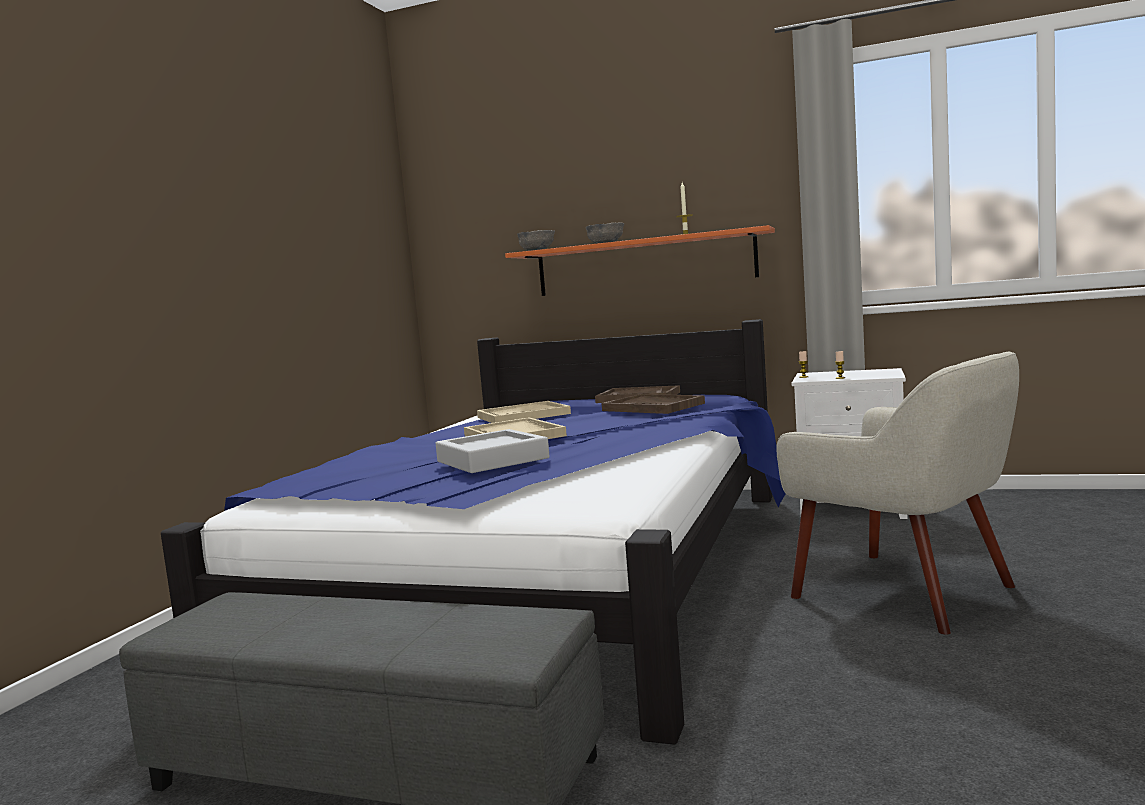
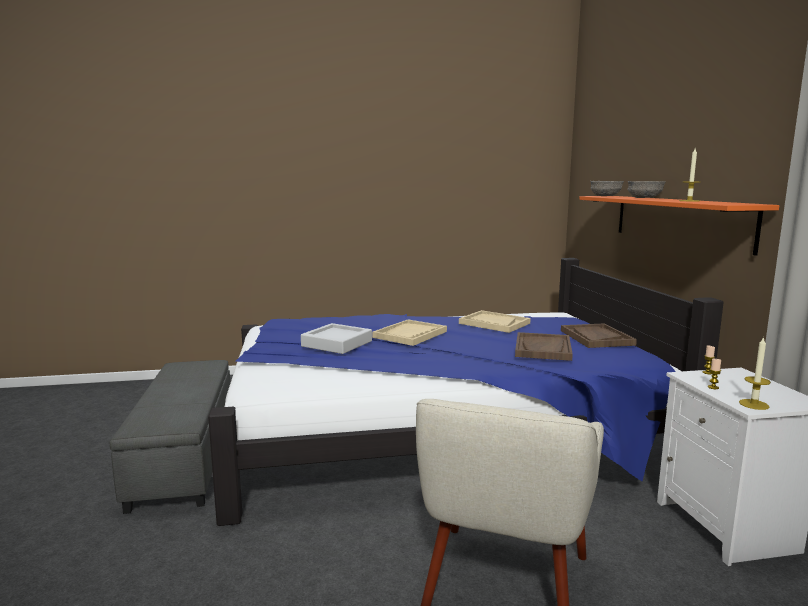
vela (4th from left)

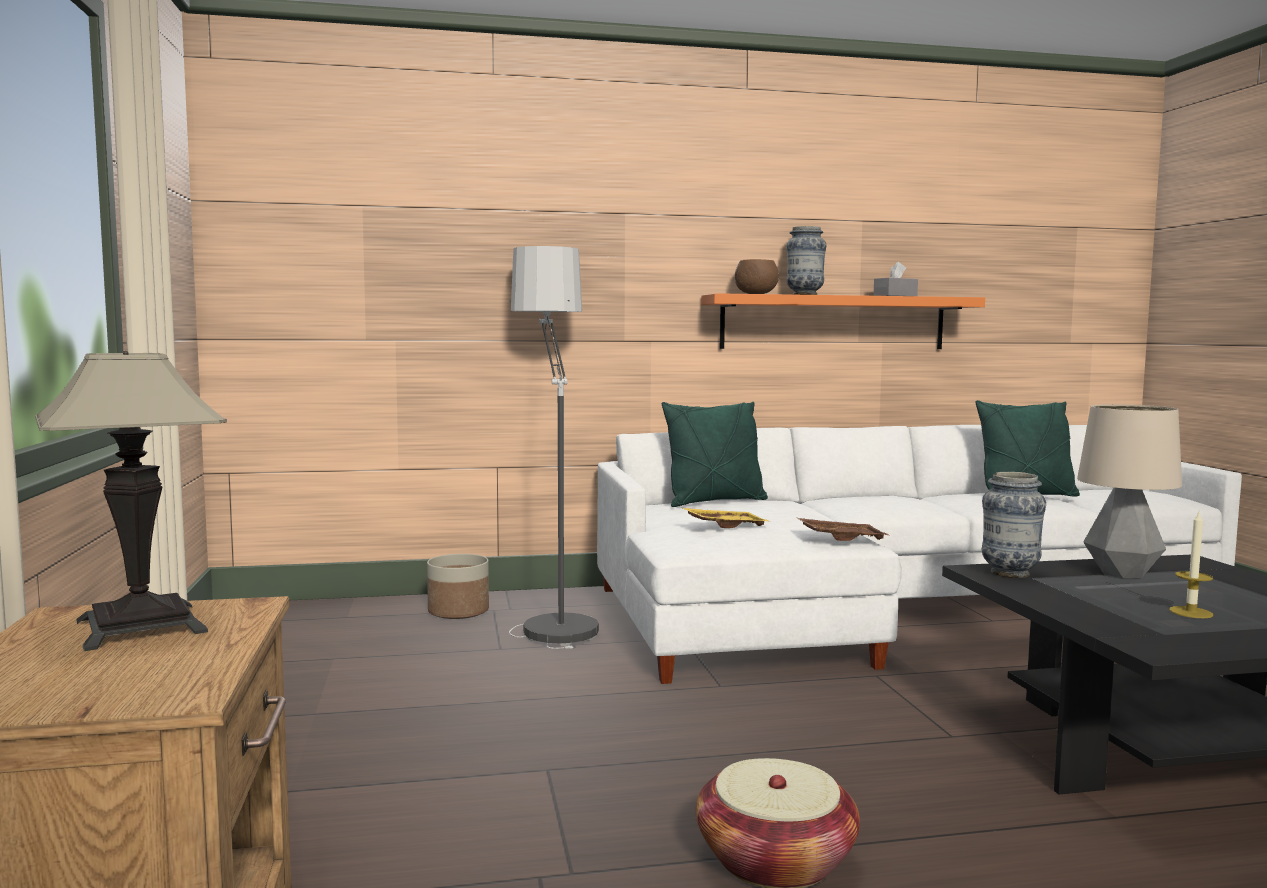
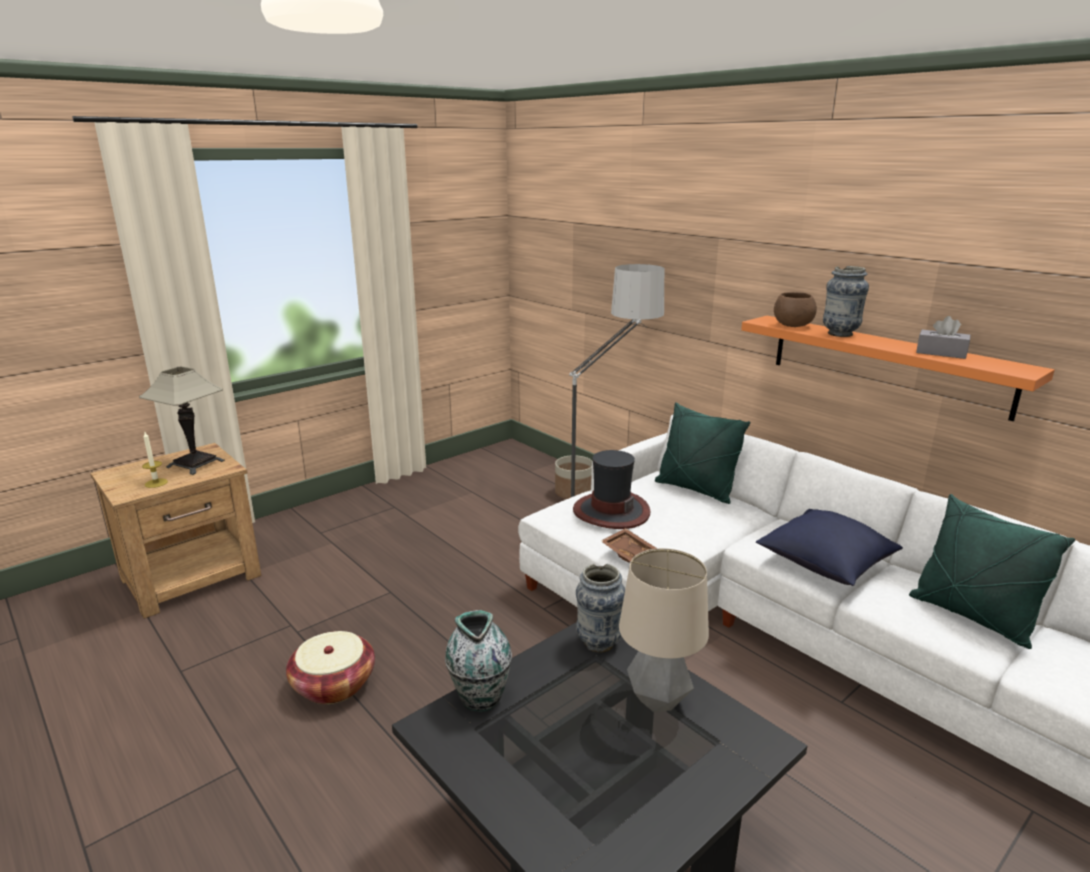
florero (1st from left)
cojín [azul]
vela
sombrero

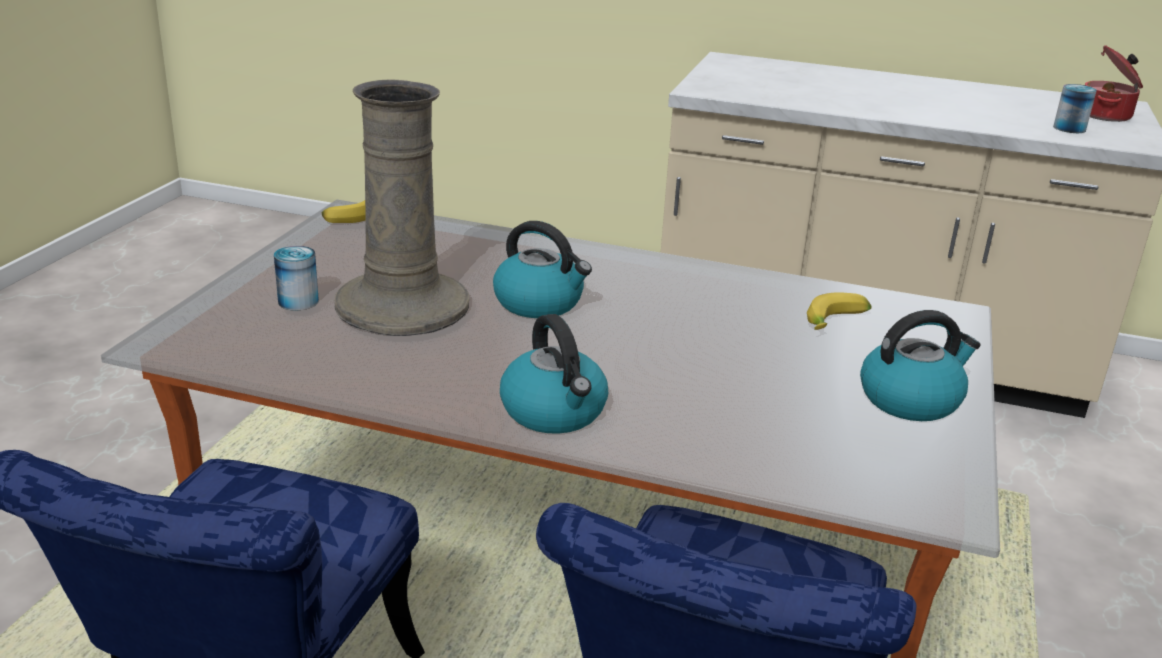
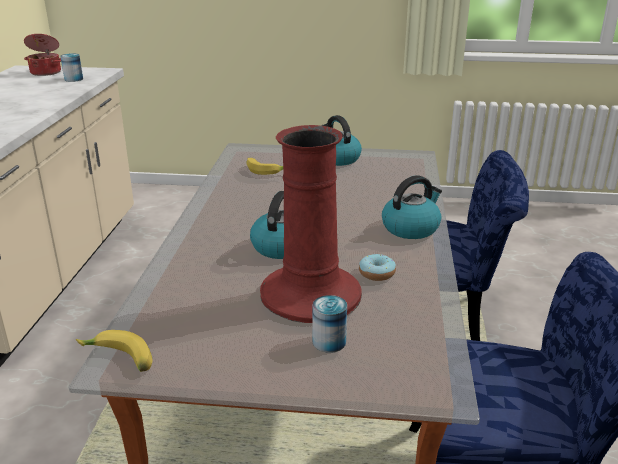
rosquilla
florero [rojo]

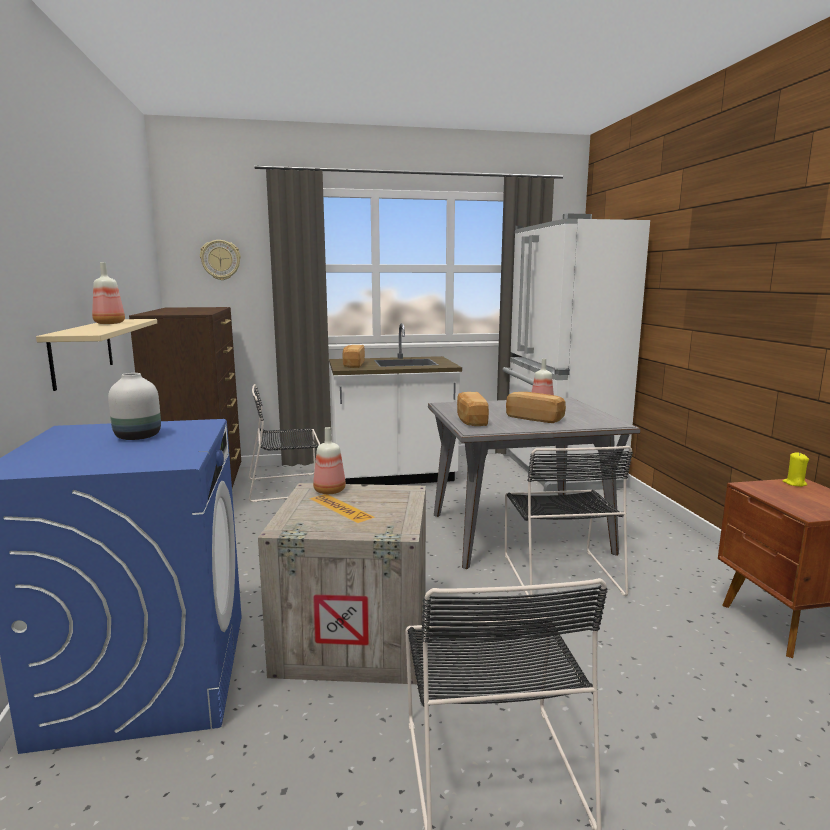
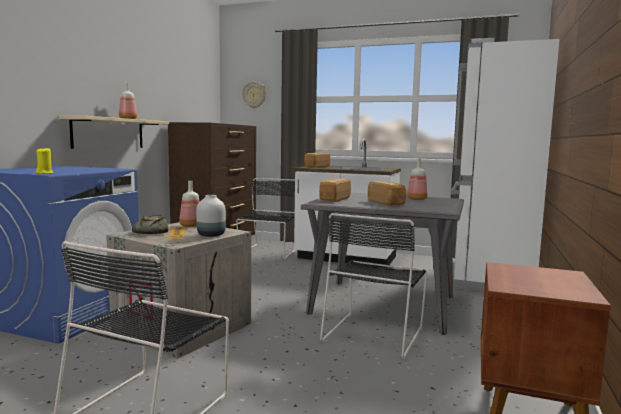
pan (1st from left)
florero [blanco]
vela [amarillo]
silla [negro] (2nd from left)

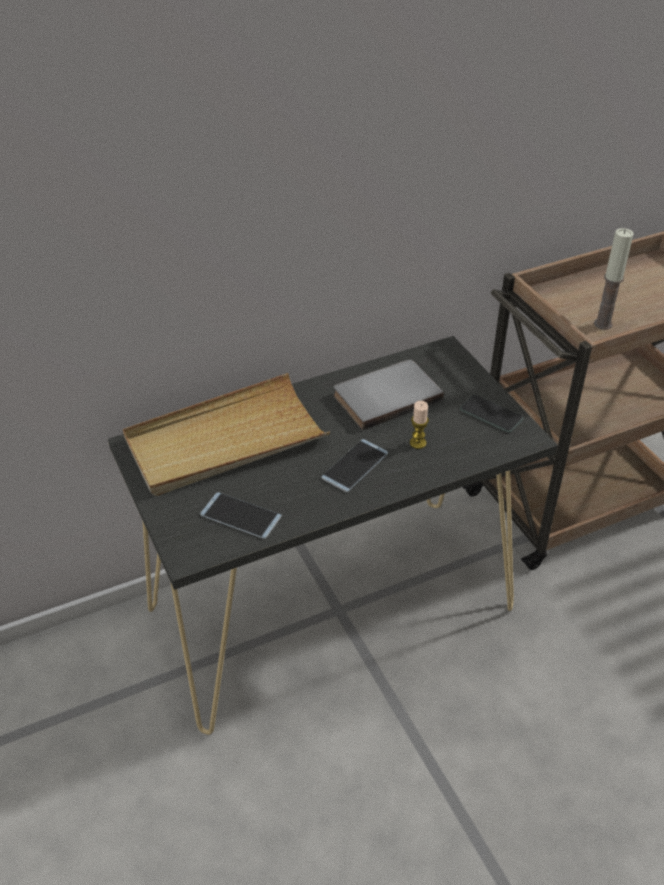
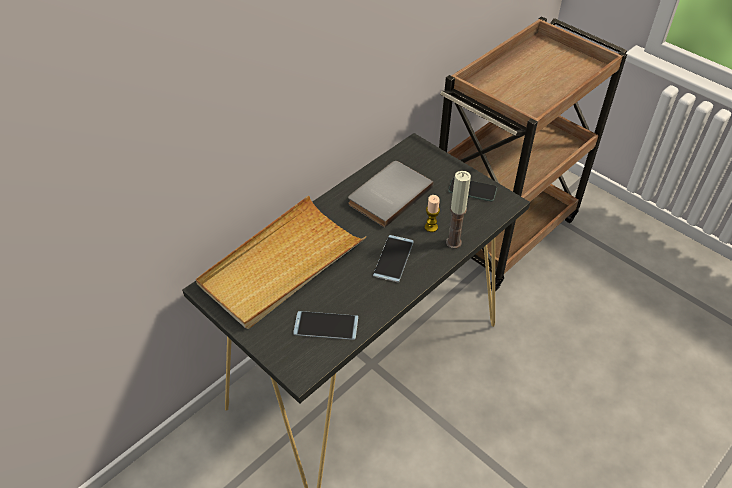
vela (2nd from left)

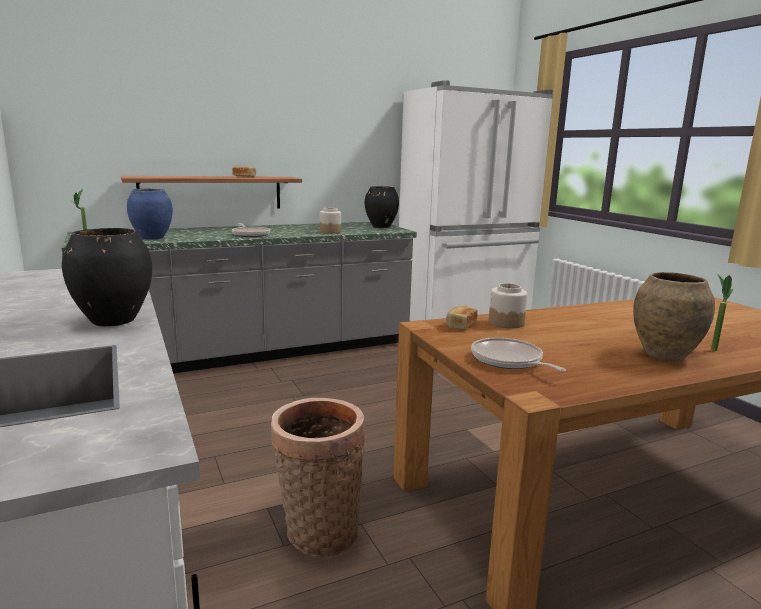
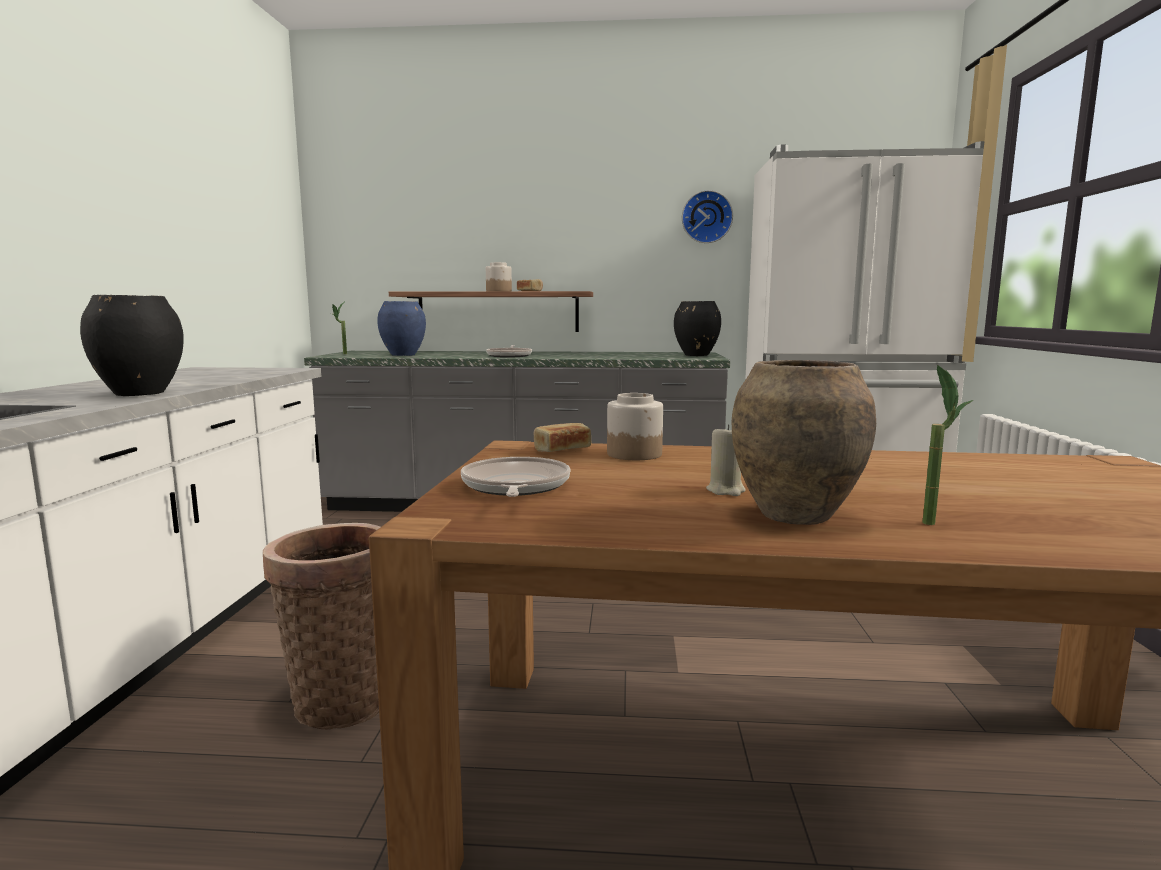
reloj de pared
vela [beis]
tarro (1st from left)

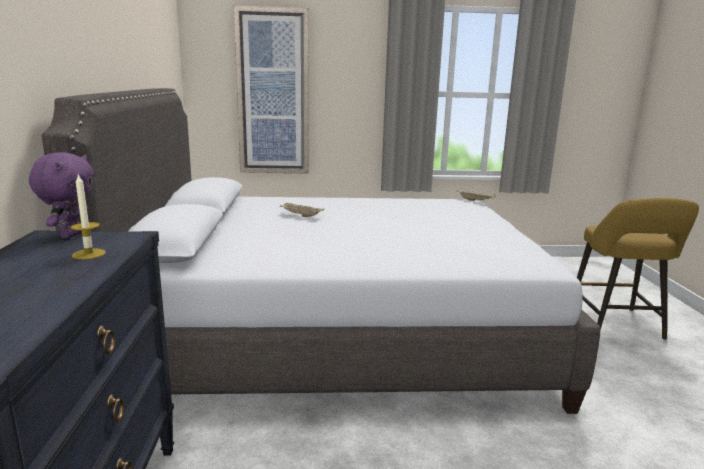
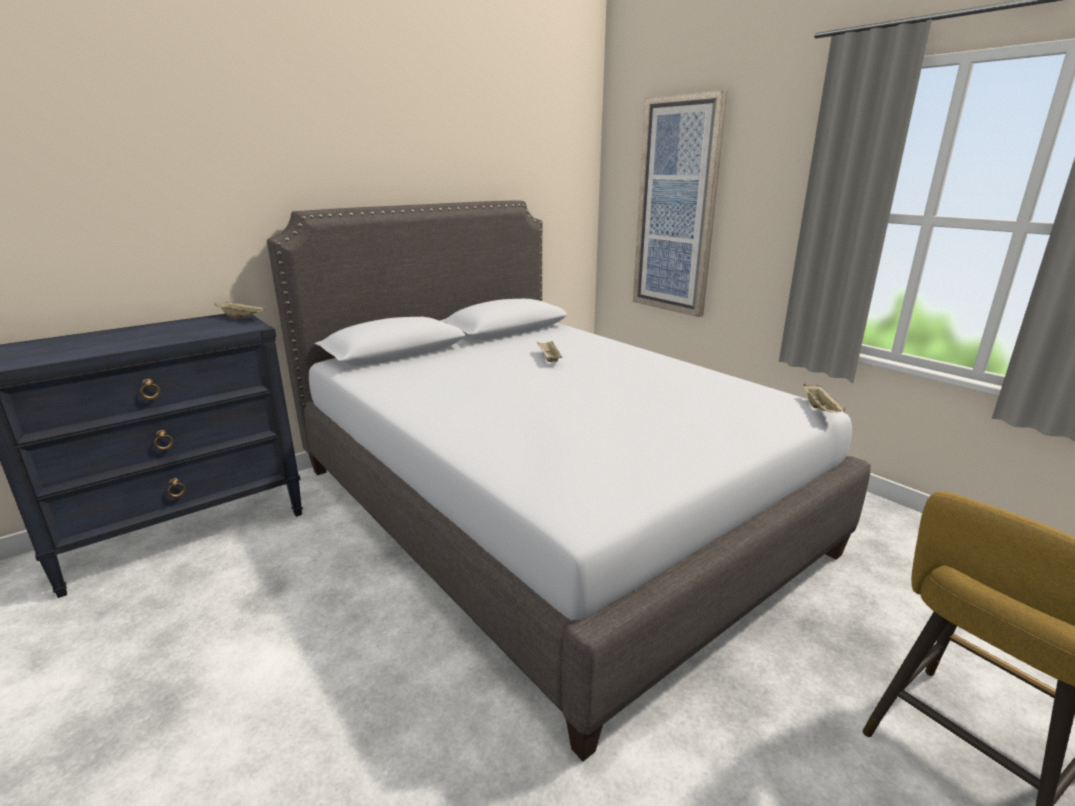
vela
bandeja [beis] (1st from left)

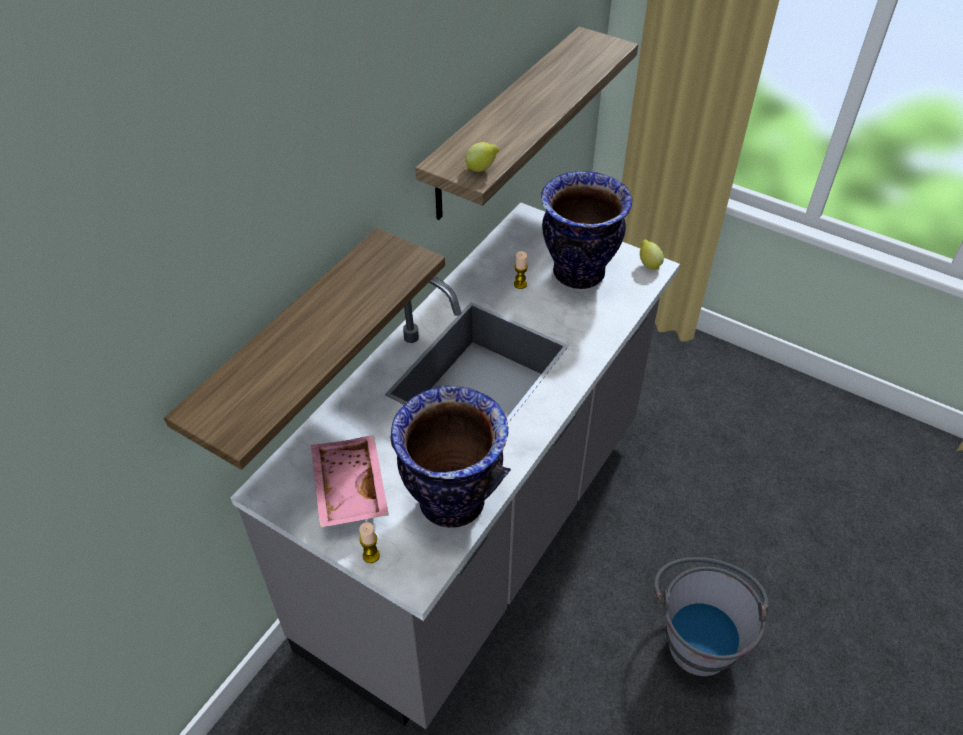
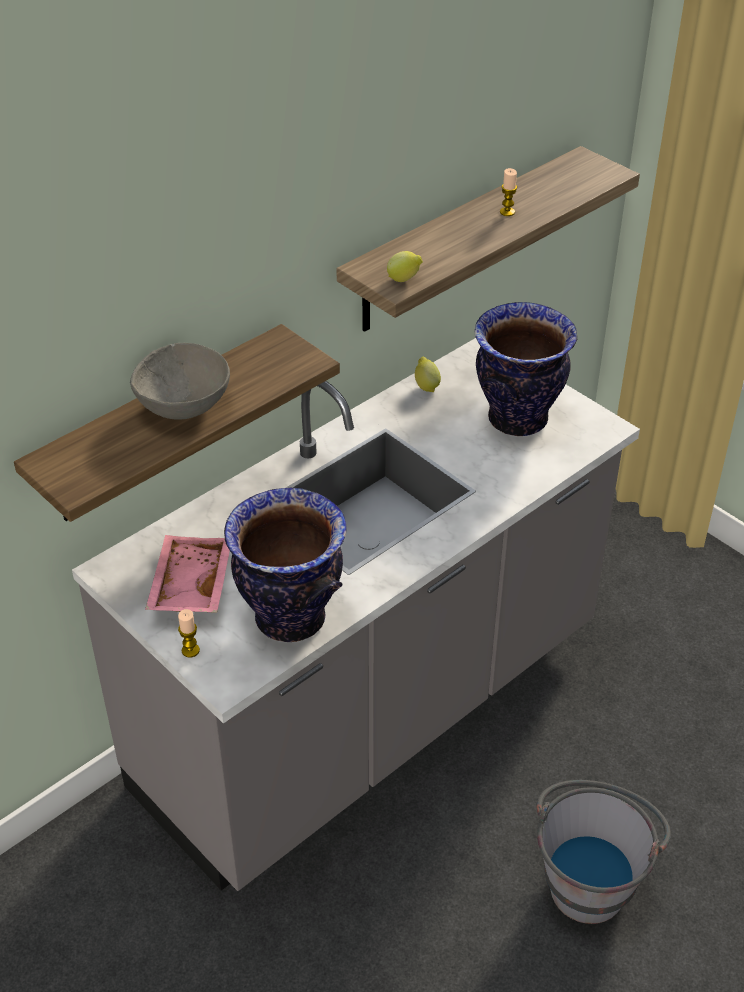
cuenco [gris]
vela (2nd from left)
limón (2nd from left)

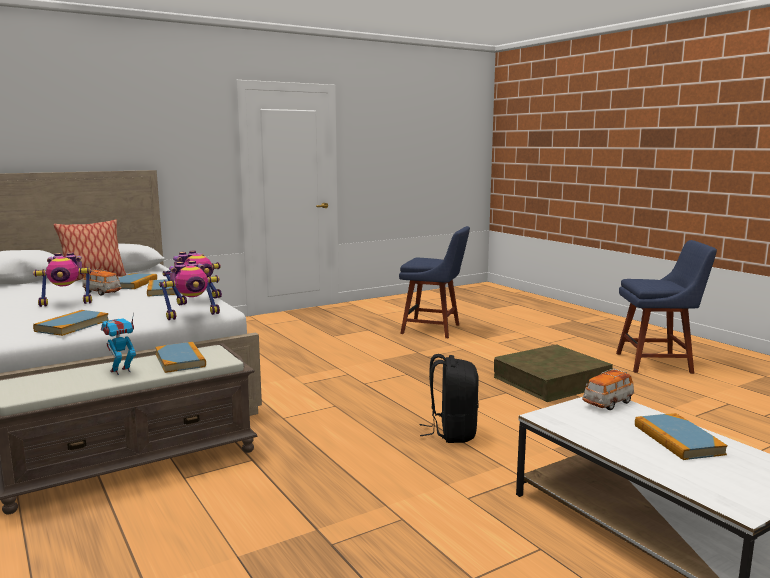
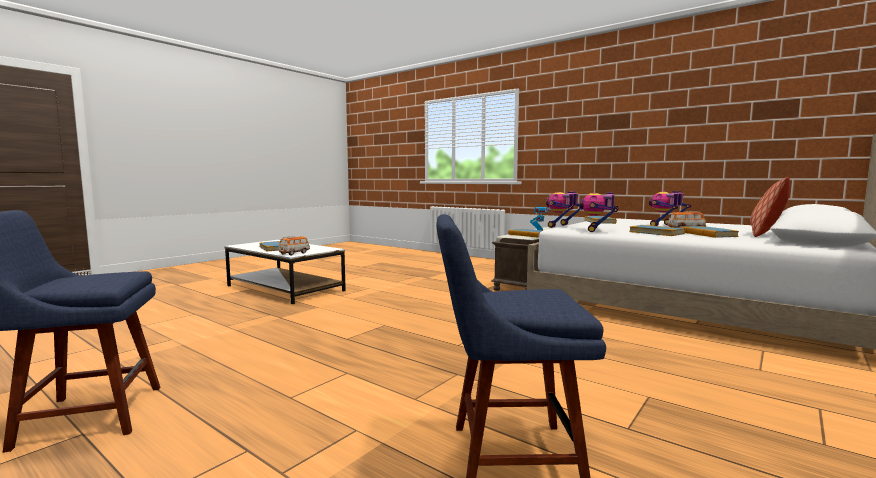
mochila [negro]
caja de almacenaje [marrón]

